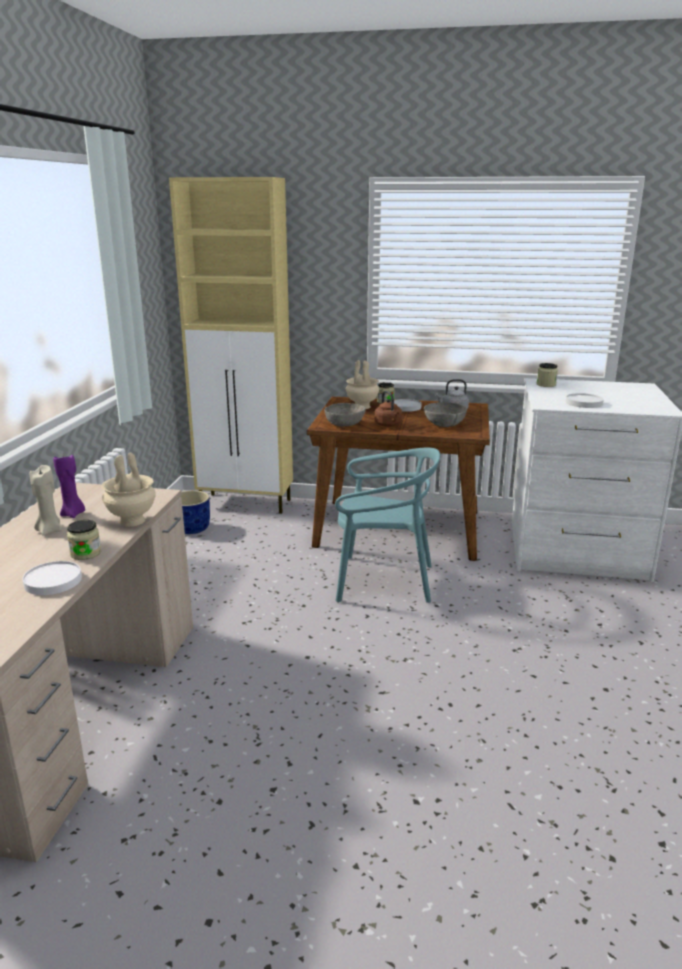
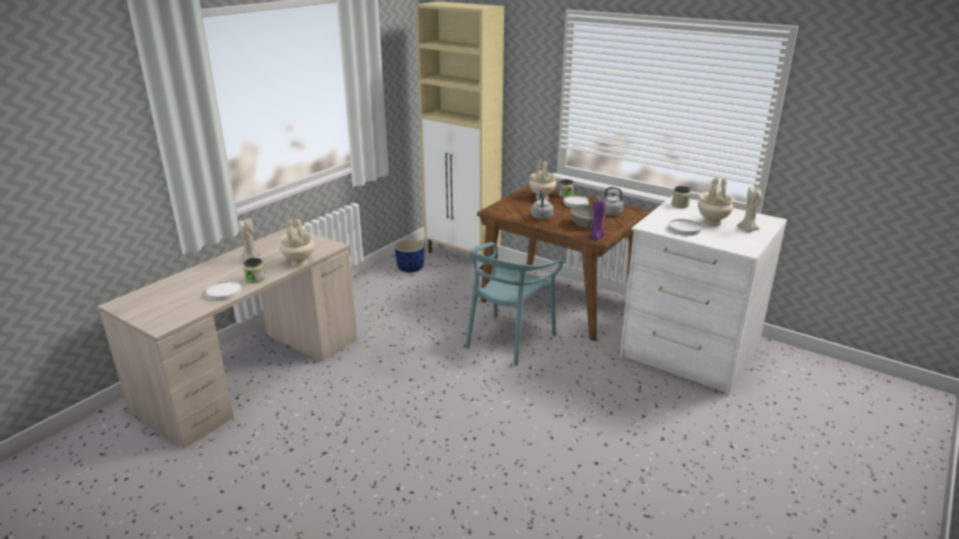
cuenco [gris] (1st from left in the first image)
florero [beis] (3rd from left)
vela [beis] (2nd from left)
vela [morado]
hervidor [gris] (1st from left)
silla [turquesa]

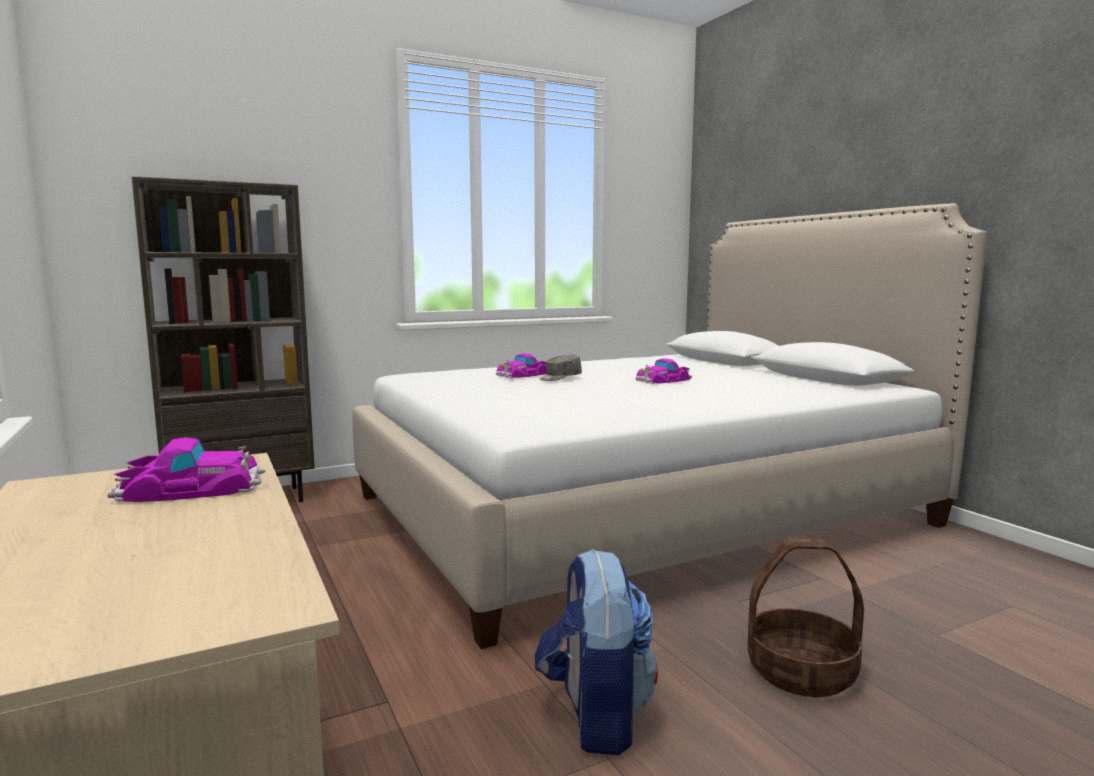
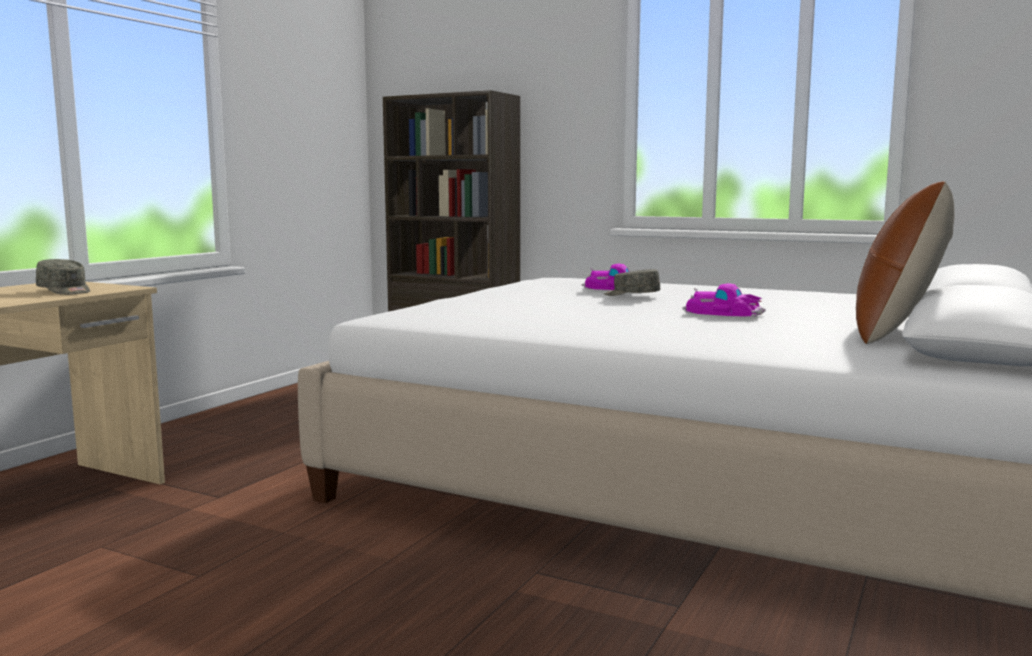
mochila
cesta
cojín [marrón]
gorra [gris] (1st from left)

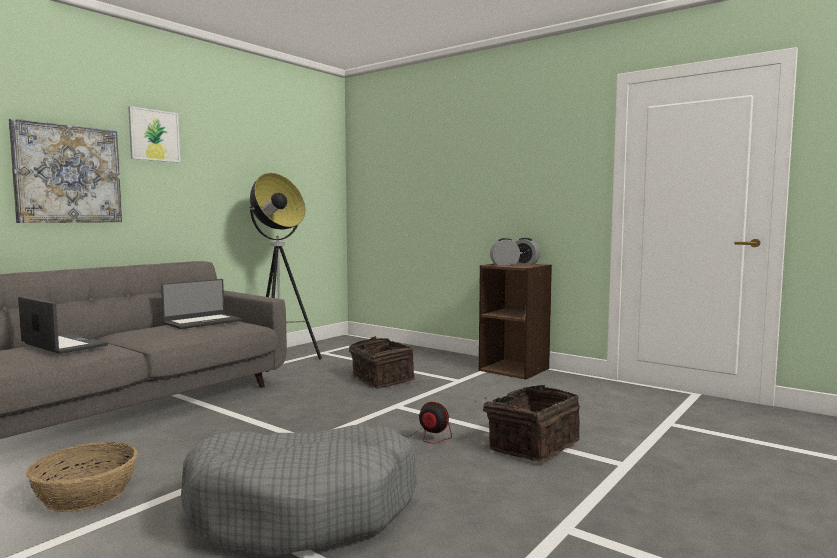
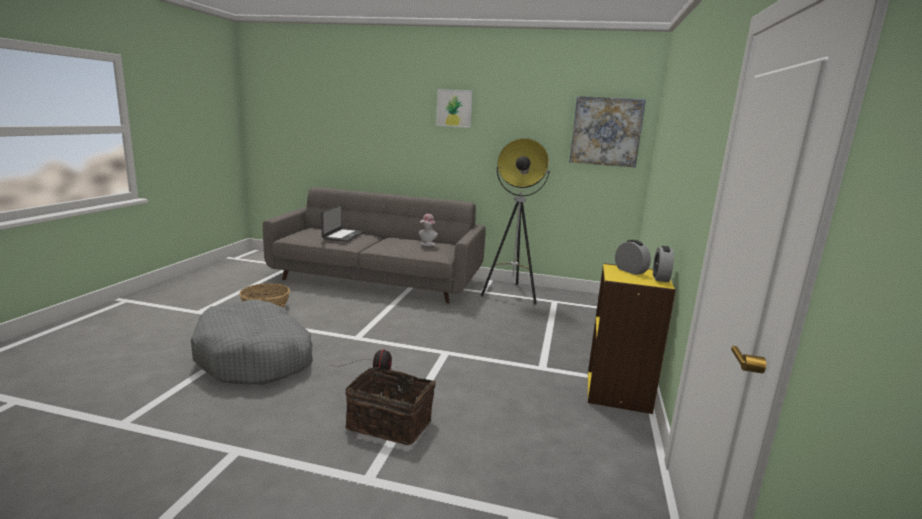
cesta (2nd from left in the first image)
cuadro (2nd from left)
sombrero
estantería [amarillo]

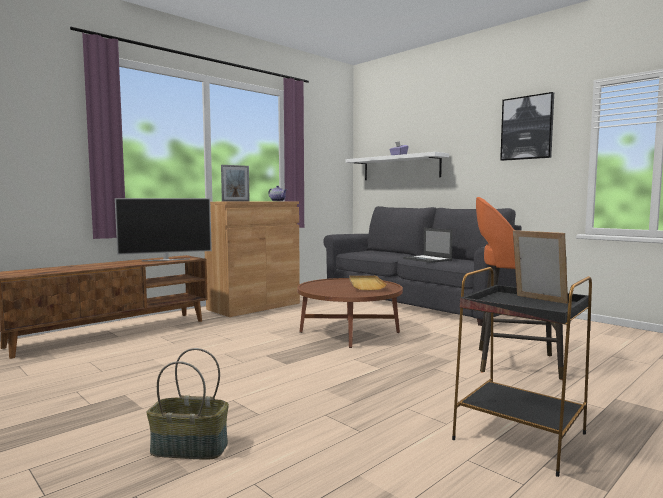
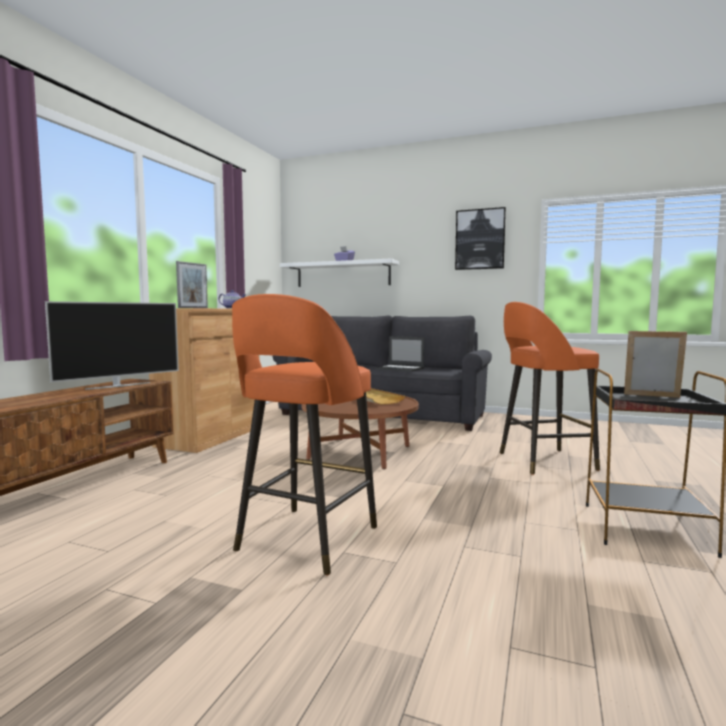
cesta
taburete [naranja] (1st from left)

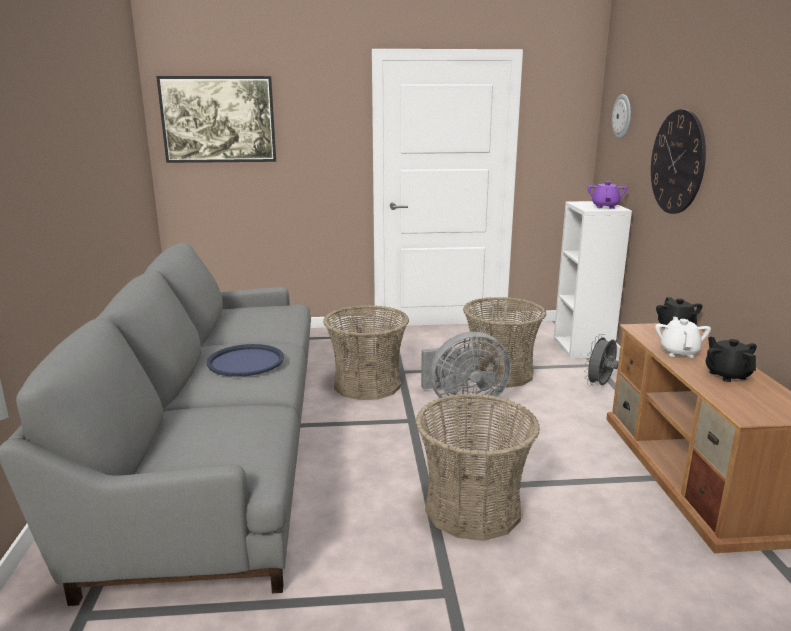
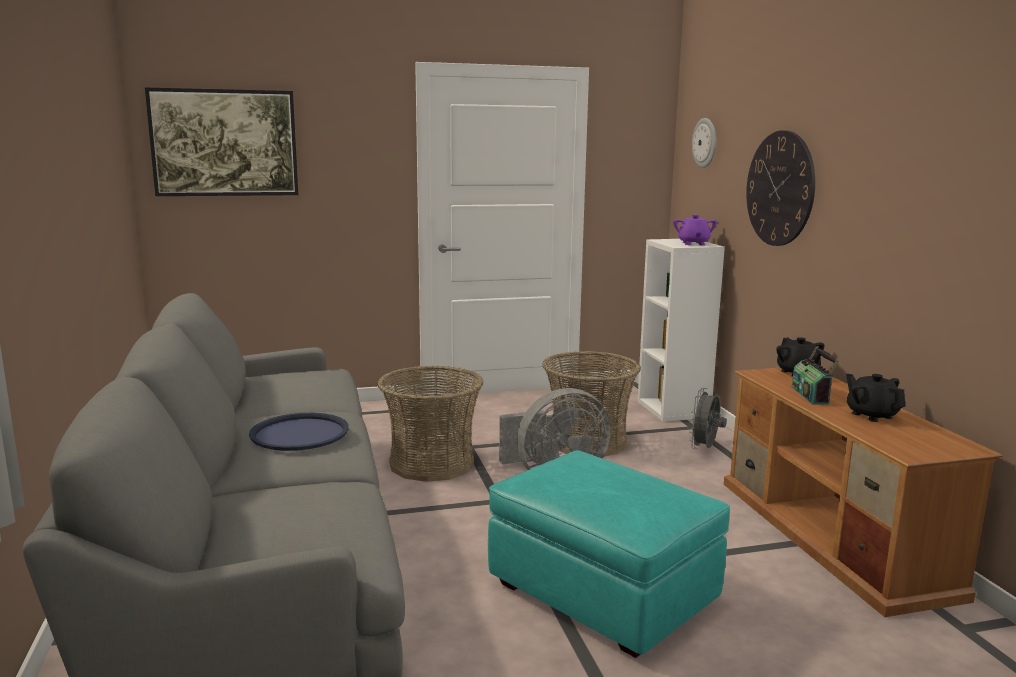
puf [turquesa]
radio

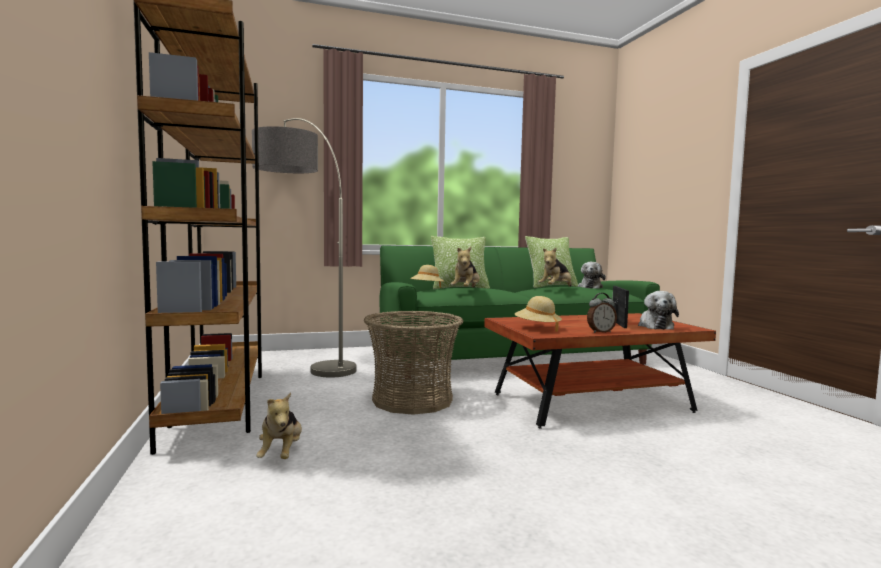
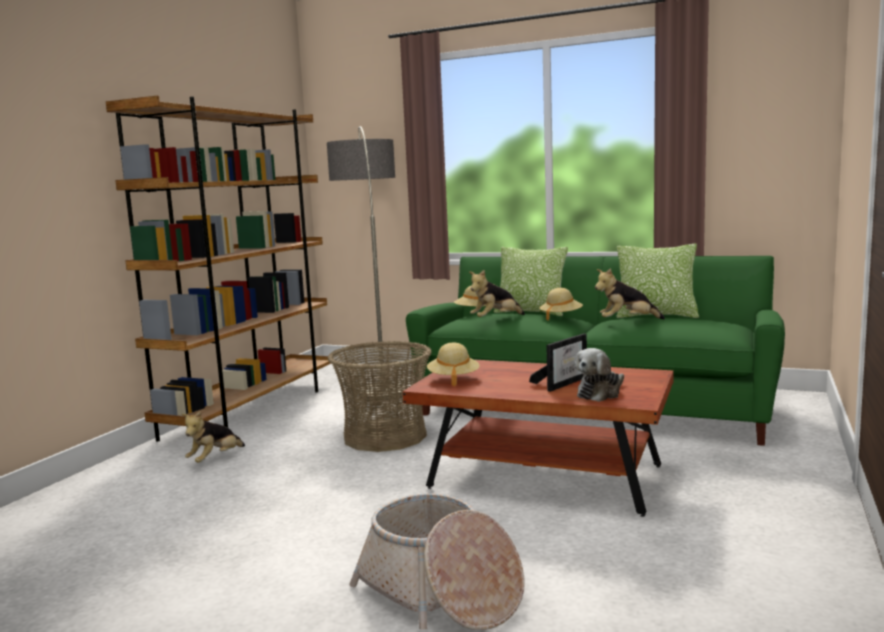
peluche (4th from left in the first image)
despertador
cesta (2nd from left)
sombrero [beis] (3rd from left)

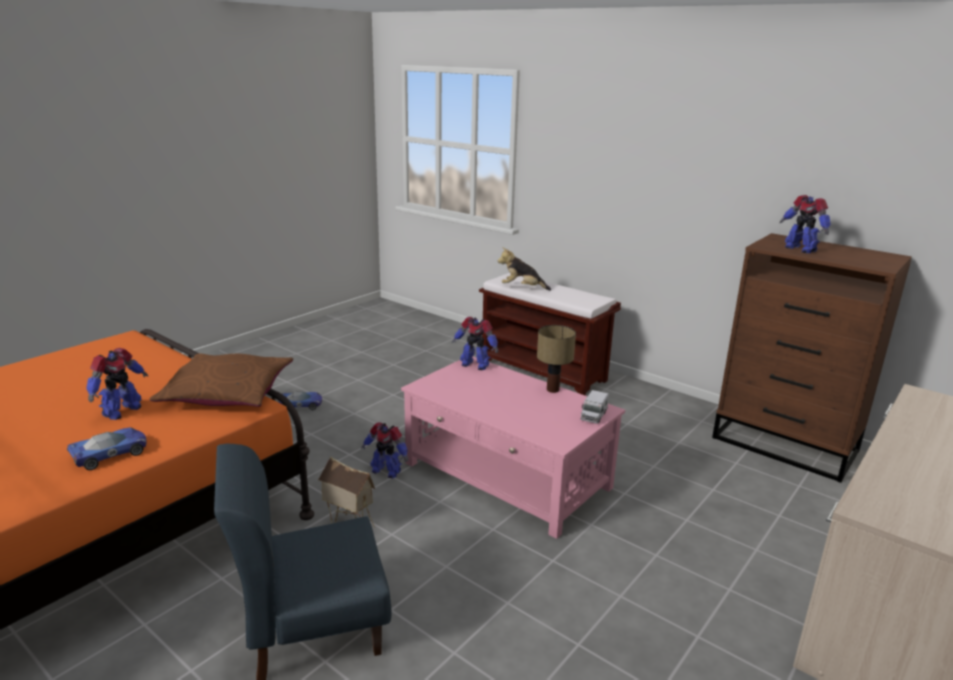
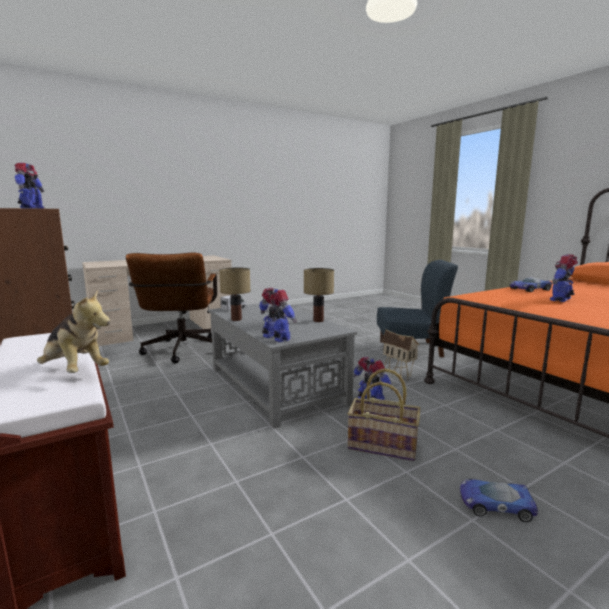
cojín [marrón]
silla de oficina [marrón]
lámpara de mesa (2nd from left)
cesta
mesa de centro [gris]

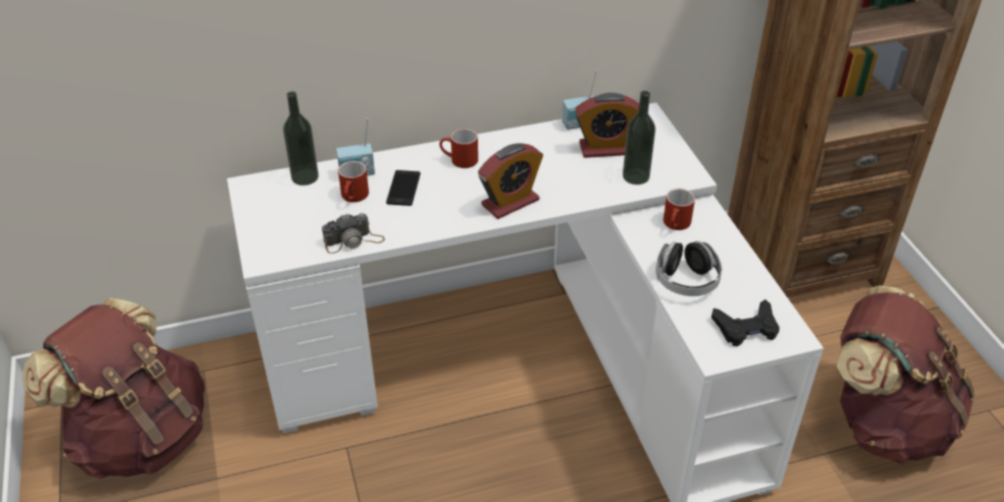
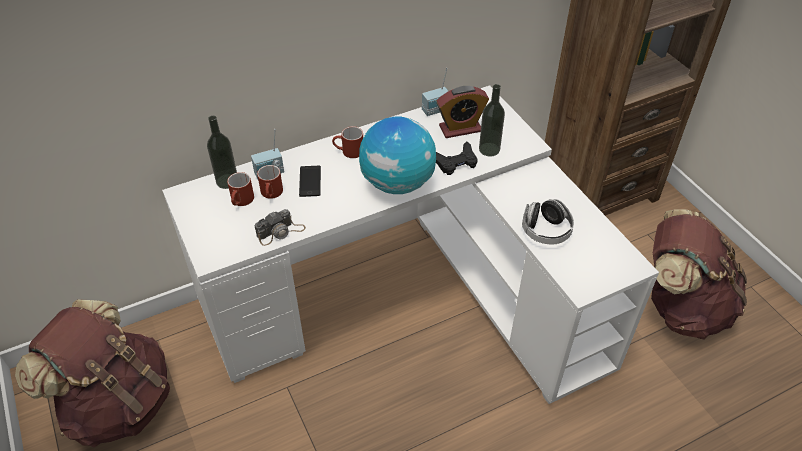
taza grande [rojo] (1st from left)
mando de consola [negro]
globo terráqueo

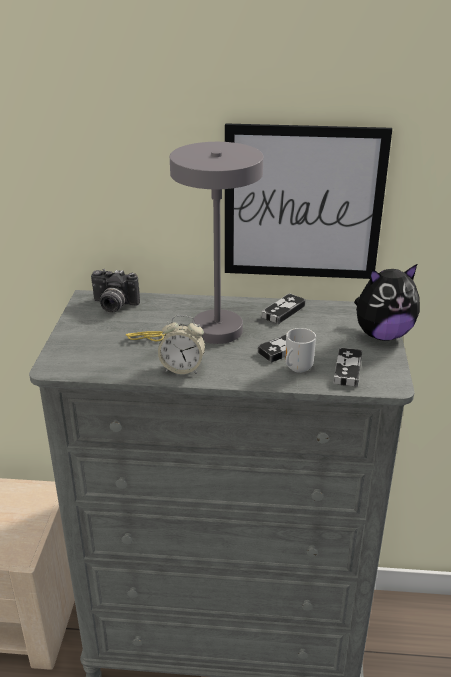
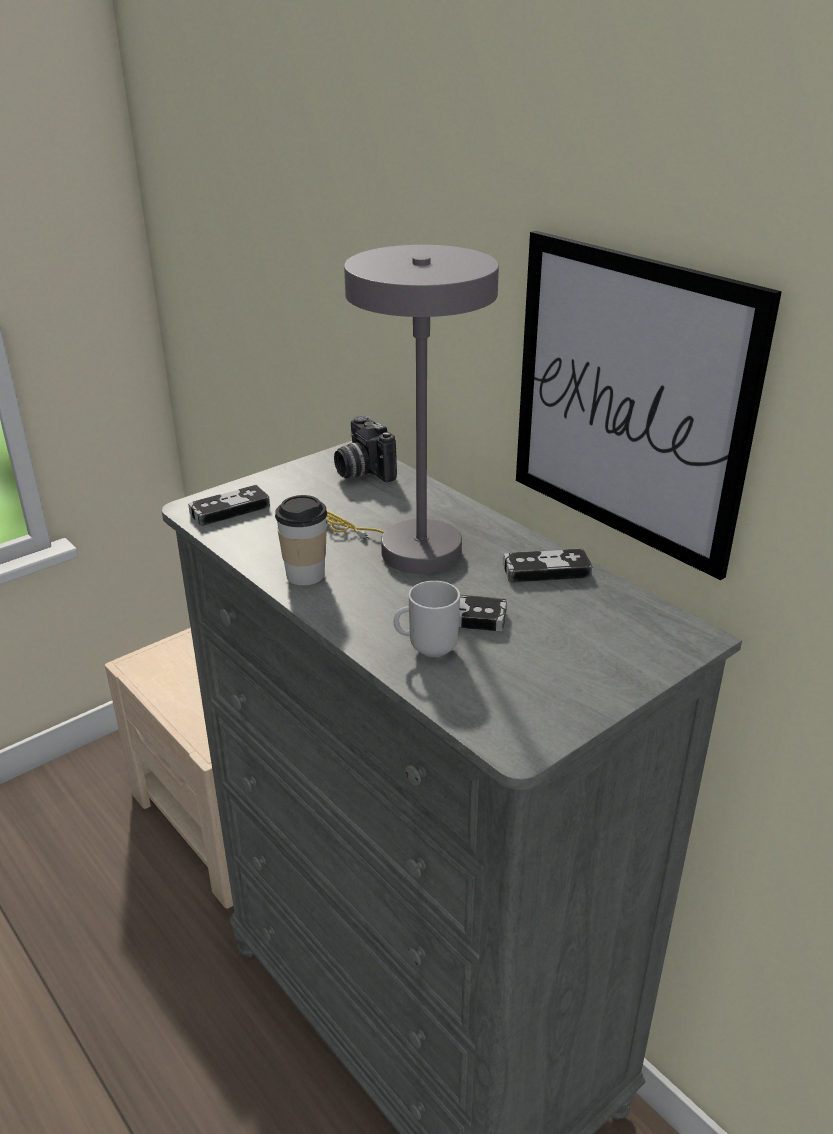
peluche
mando de consola (1st from left)
taza

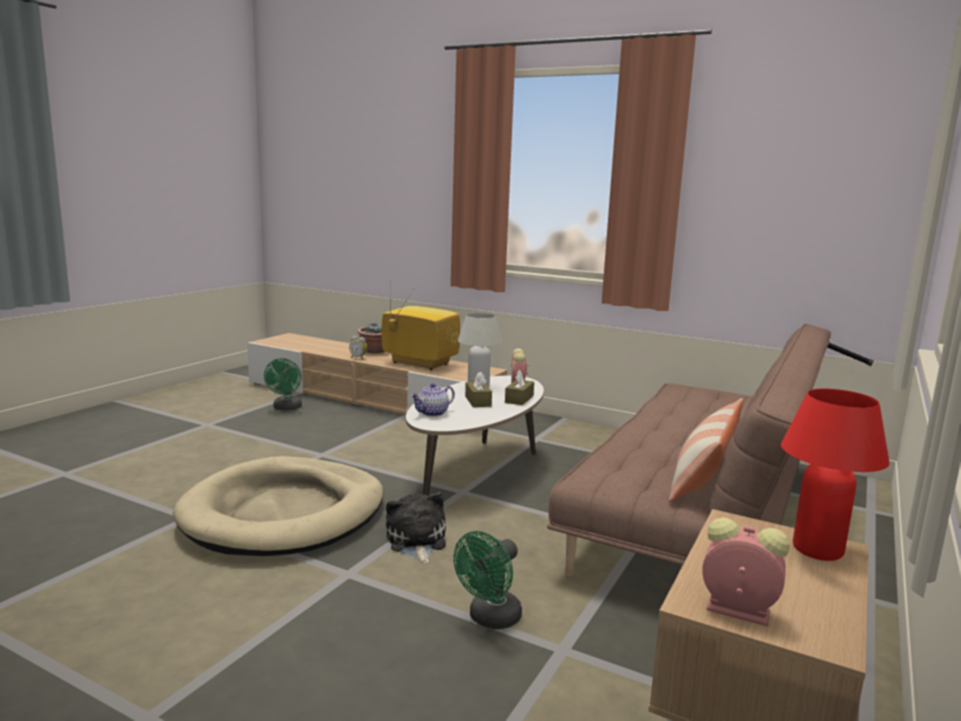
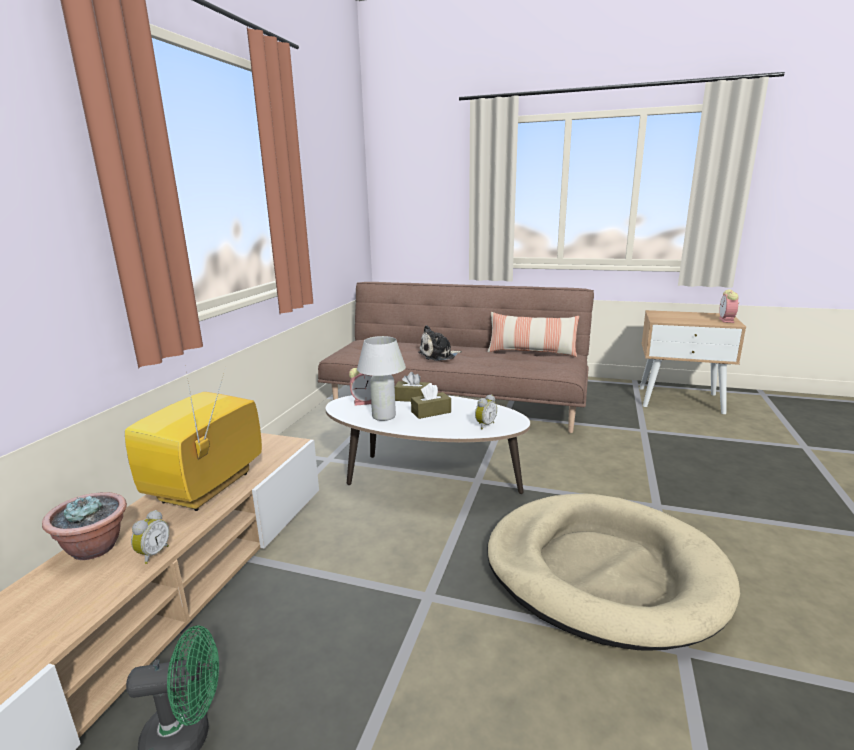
ventilador [verde] (2nd from left in the first image)
lámpara de mesa [rojo]
peluche
despertador (3rd from left)

